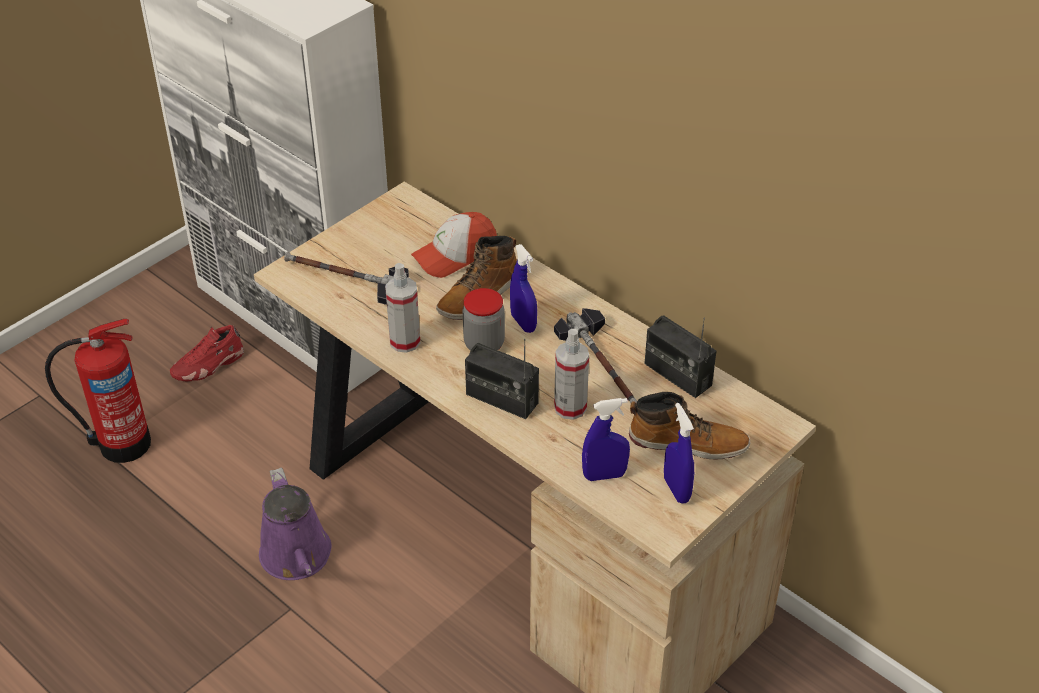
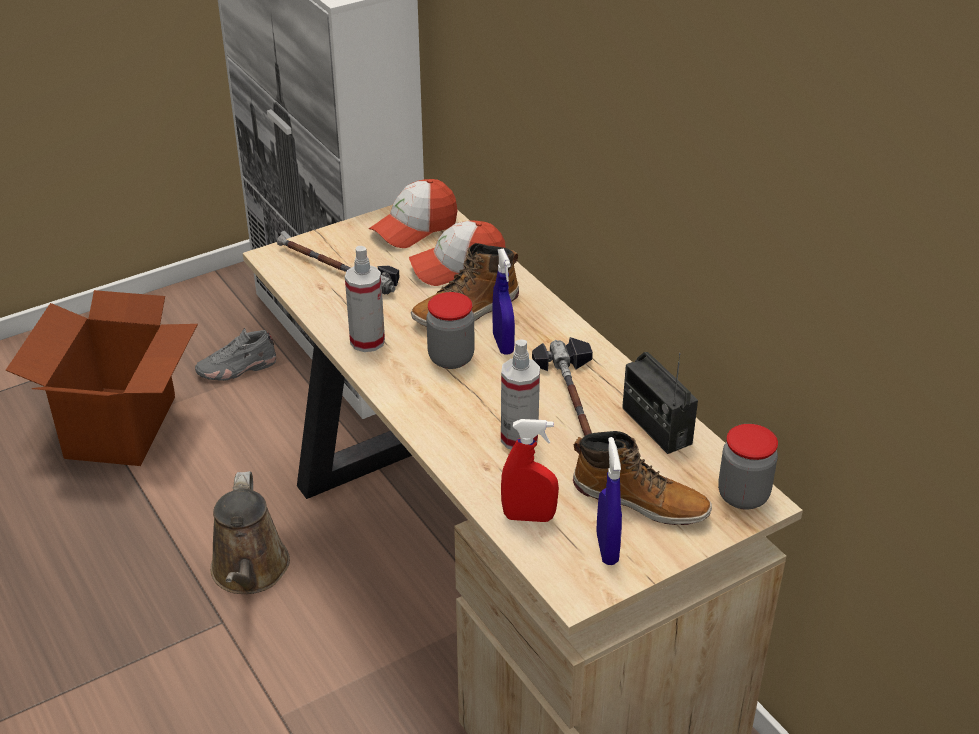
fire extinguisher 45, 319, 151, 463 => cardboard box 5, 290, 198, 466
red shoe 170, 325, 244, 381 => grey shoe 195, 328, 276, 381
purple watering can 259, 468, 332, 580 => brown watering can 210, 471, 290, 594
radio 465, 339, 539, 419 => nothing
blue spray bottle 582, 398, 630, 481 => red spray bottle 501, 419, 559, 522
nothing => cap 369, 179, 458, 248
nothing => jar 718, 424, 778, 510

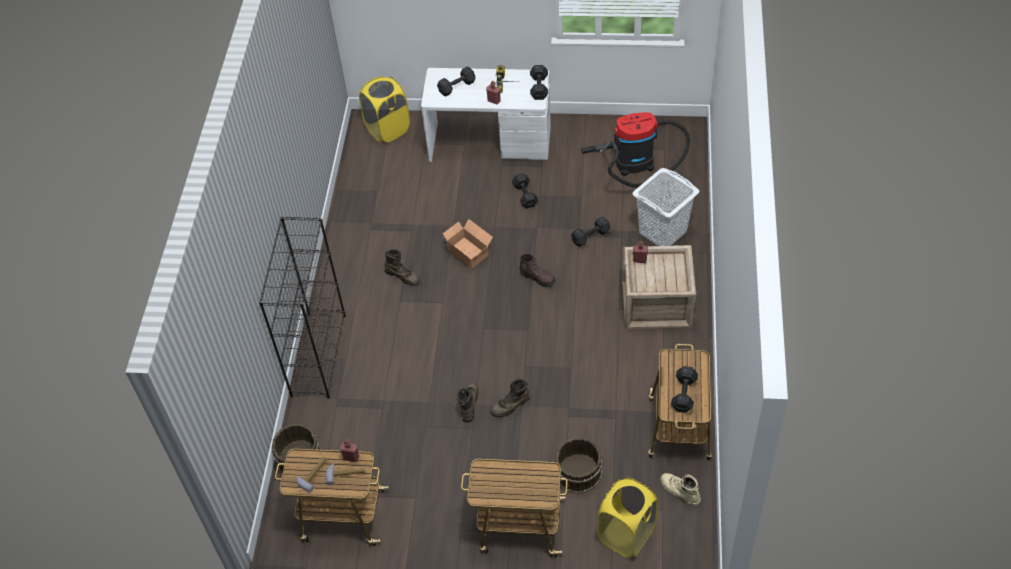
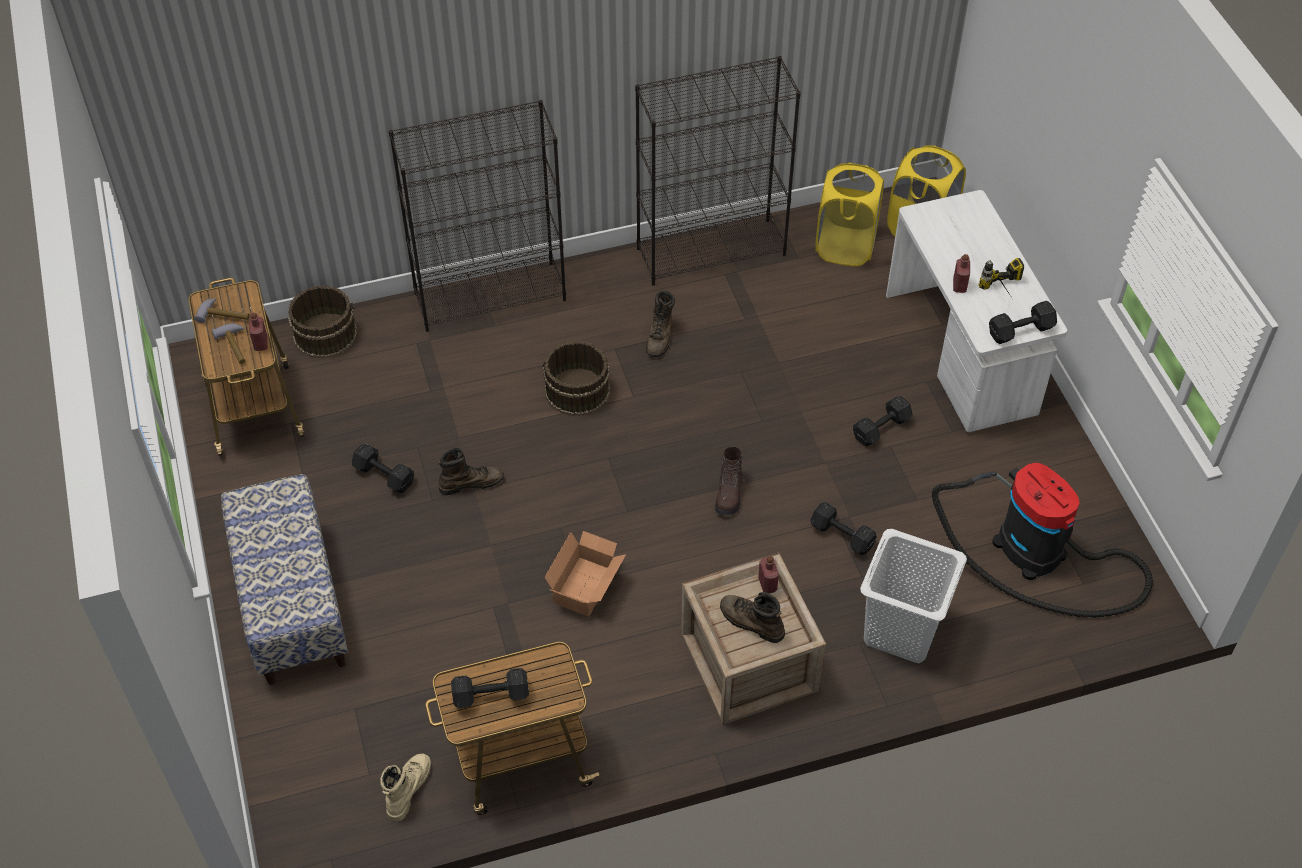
black dumbbell 437, 66, 476, 97 => black dumbbell 352, 443, 414, 493, moved
cardboard box 443, 219, 493, 269 => cardboard box 544, 531, 626, 616, moved
cart 461, 459, 568, 557 => bench 221, 474, 348, 685
brown boot 490, 379, 530, 417 => brown boot 720, 592, 785, 643, moved
brown bucket 554, 437, 603, 494 => brown bucket 543, 341, 610, 416, moved
yellow laundry basket 597, 478, 658, 558 => yellow laundry basket 815, 163, 884, 266, moved
nothing => black bookcase 635, 56, 801, 286

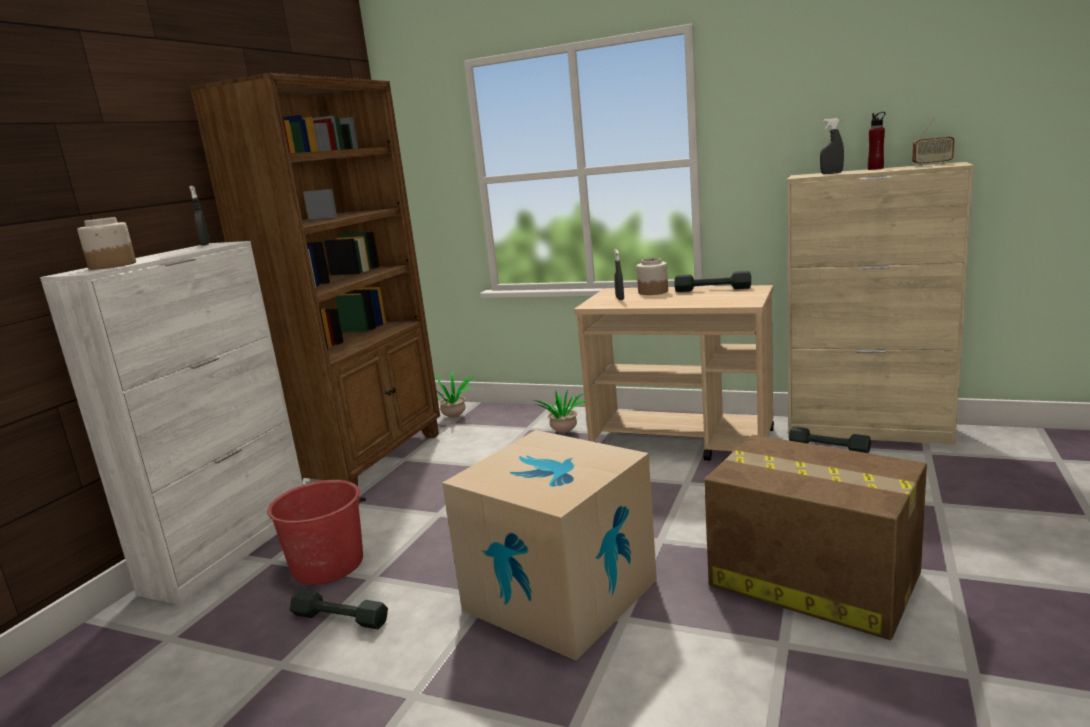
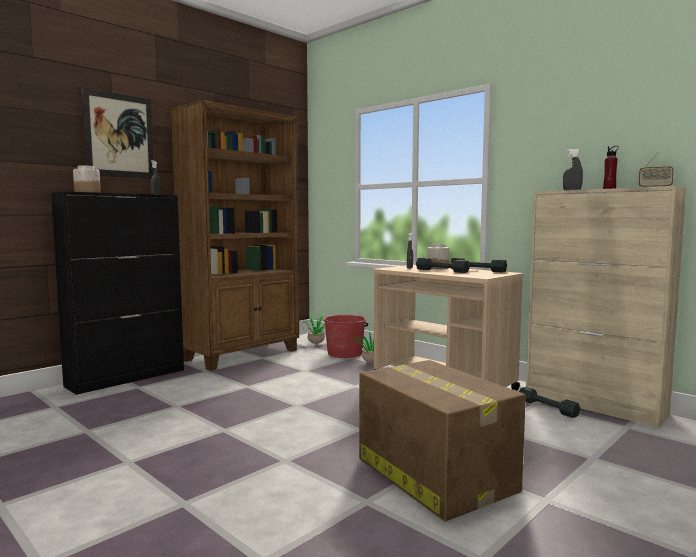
white cabinet 40, 241, 303, 605 => black cabinet 51, 192, 184, 395
red bucket 267, 480, 366, 584 => red bucket 323, 315, 368, 358, moved
grey dumbbell 290, 589, 388, 629 => grey dumbbell 416, 258, 470, 273, moved
cardboard box 442, 430, 657, 661 => nothing
nothing => picture 82, 88, 154, 179

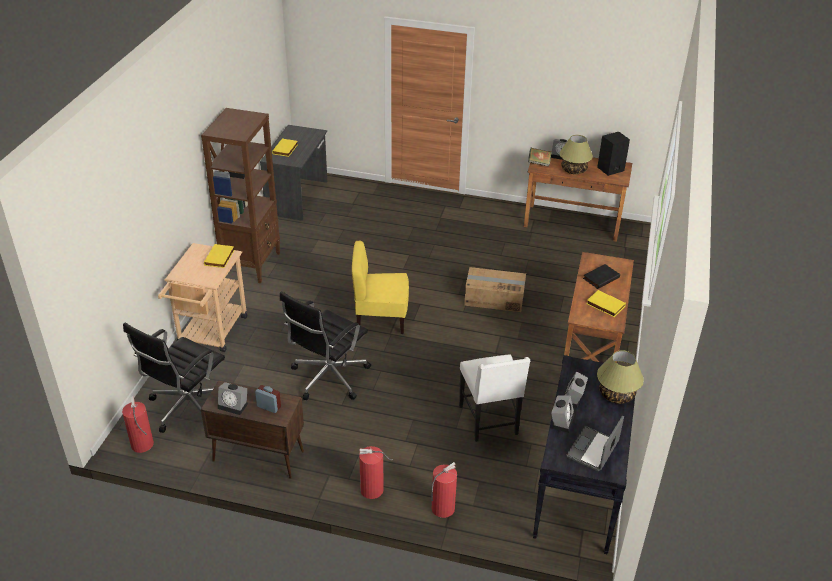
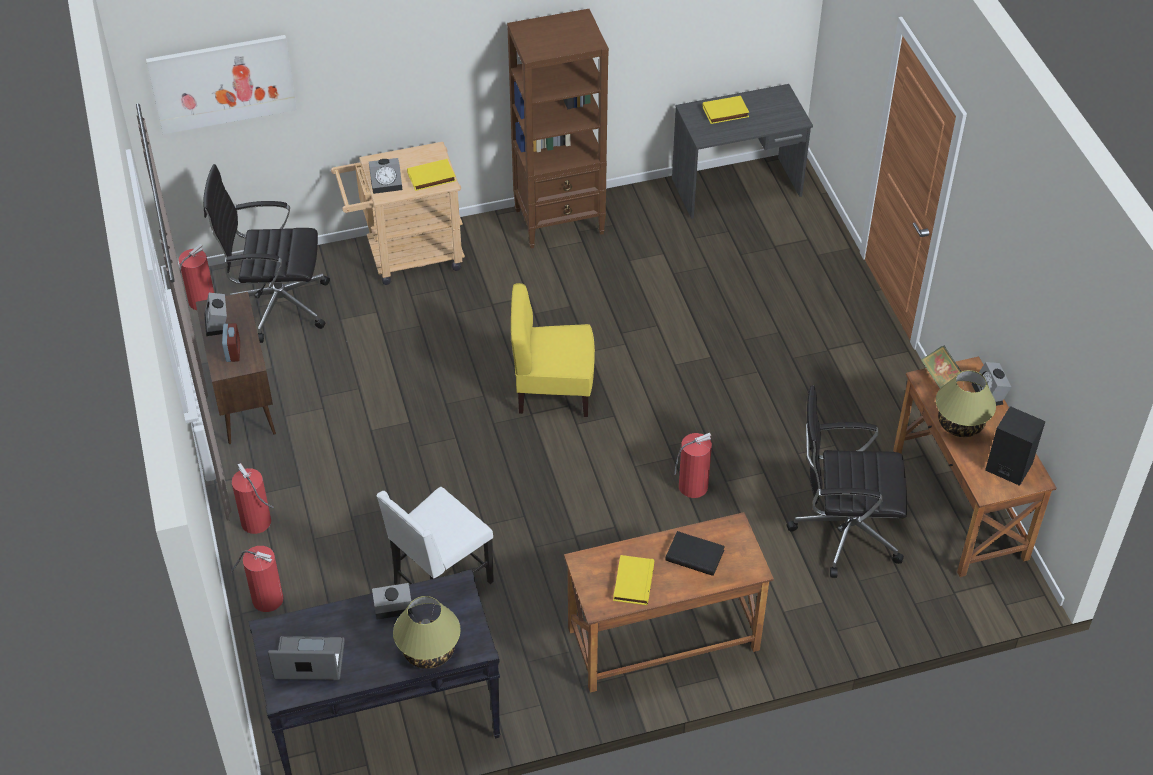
black office chair 280, 291, 371, 400 => black office chair 786, 385, 907, 578, moved
yellow chair 352, 241, 409, 334 => yellow chair 511, 283, 595, 417, 60 degrees counterclockwise
cardboard box 464, 267, 526, 312 => fire extinguisher 674, 433, 712, 498
alarm clock 551, 395, 575, 433 => alarm clock 369, 158, 402, 194, moved
nothing => picture 146, 35, 297, 134

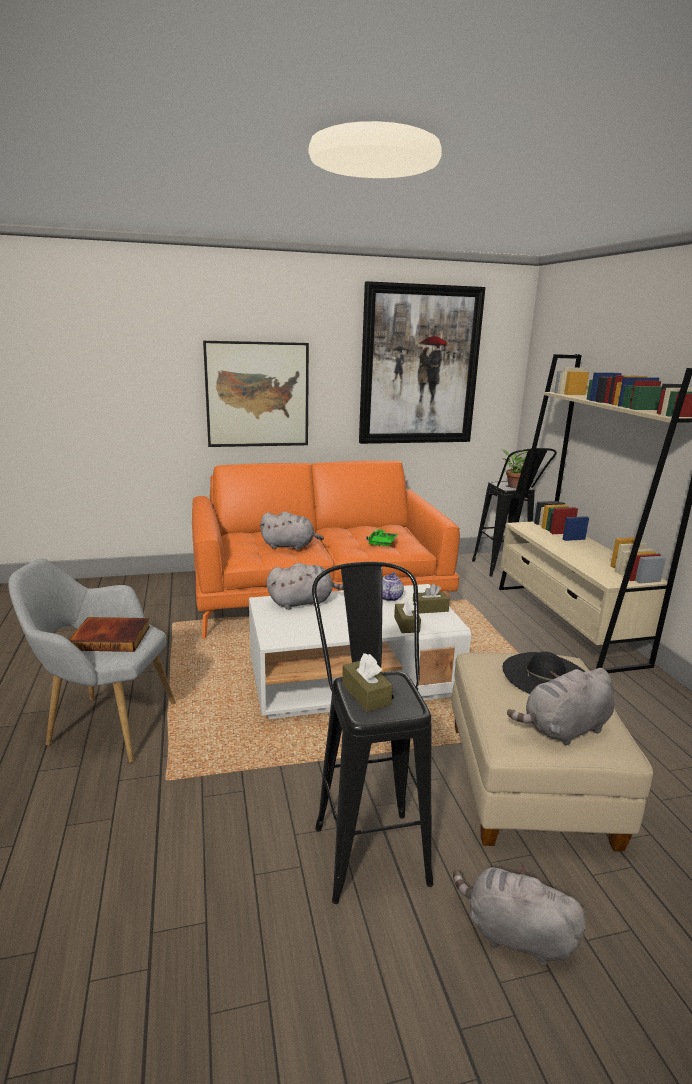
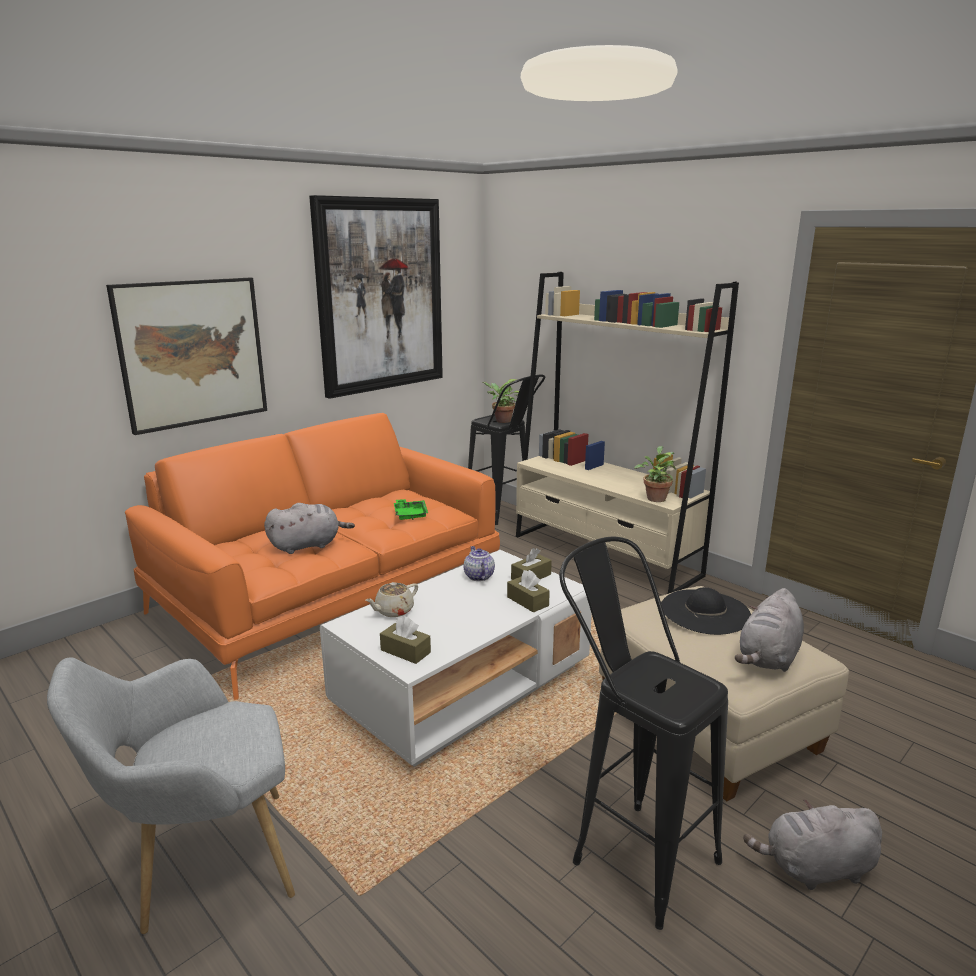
book 69, 617, 150, 652 => nothing
grey plush toy 267, 563, 343, 610 => beige teapot 365, 582, 418, 617
brown tissue box 342, 653, 393, 712 => brown tissue box 380, 616, 431, 664, moved
nothing => potted plant 634, 446, 676, 502

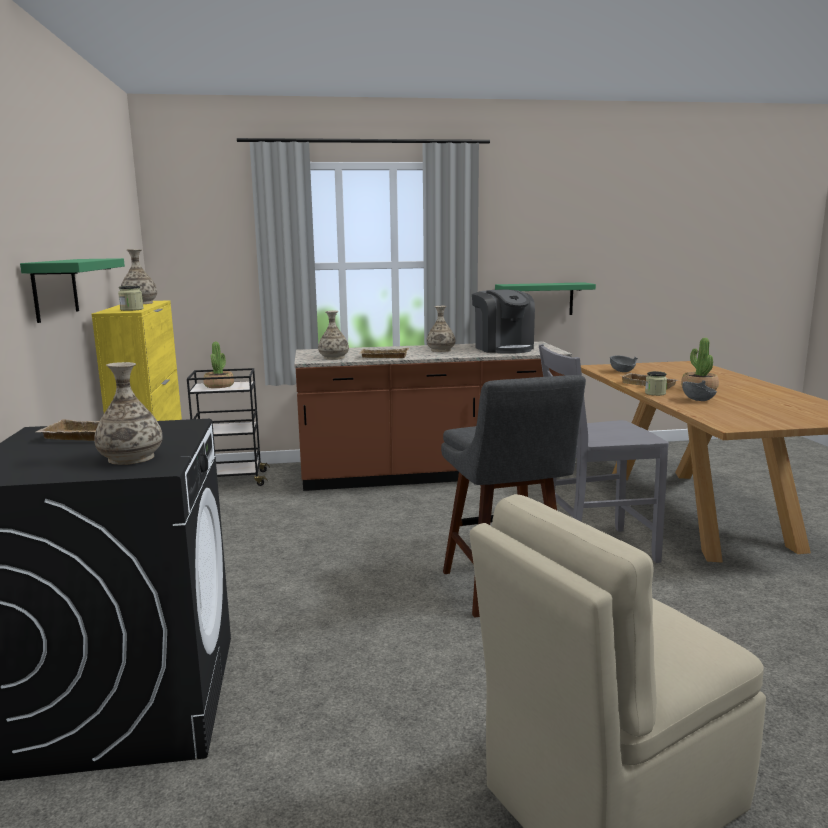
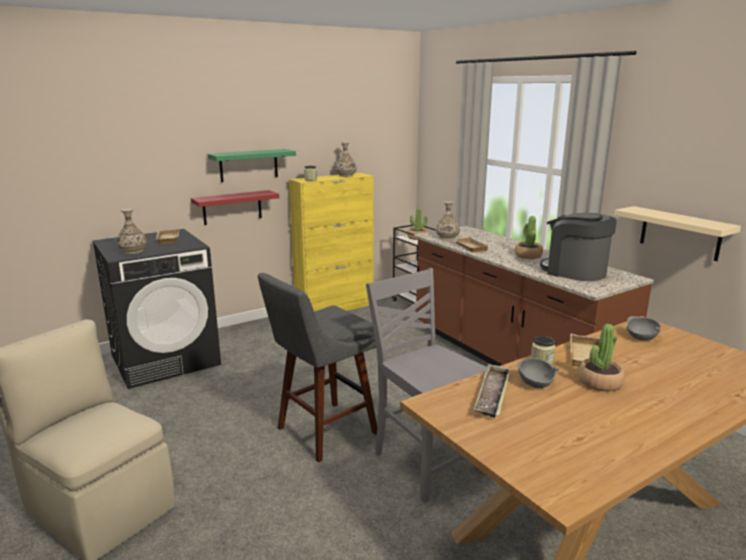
vase 426, 306, 455, 352 => potted plant 514, 216, 543, 259
coffee machine 472, 290, 535, 354 => coffee machine 540, 213, 617, 281, 90 degrees clockwise
green shelf 495, 282, 596, 315 => beige shelf 614, 206, 741, 261
nothing => red shelf 191, 190, 279, 225
nothing => tray 474, 363, 510, 418

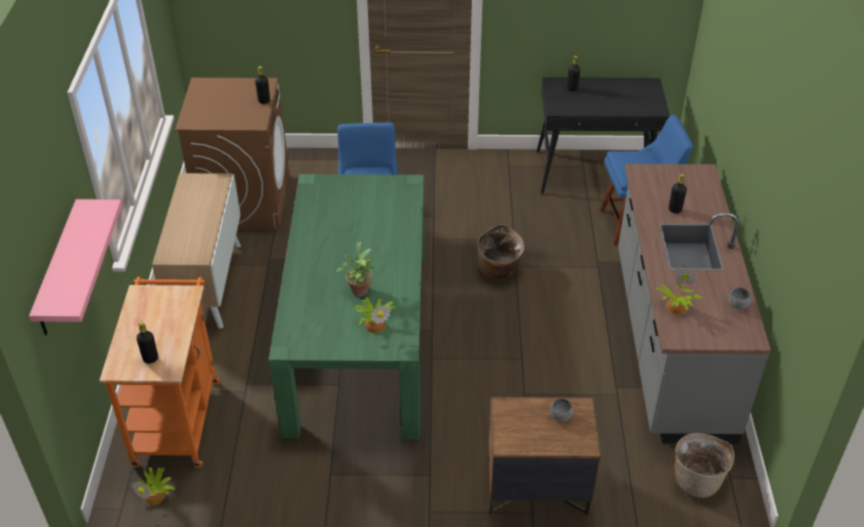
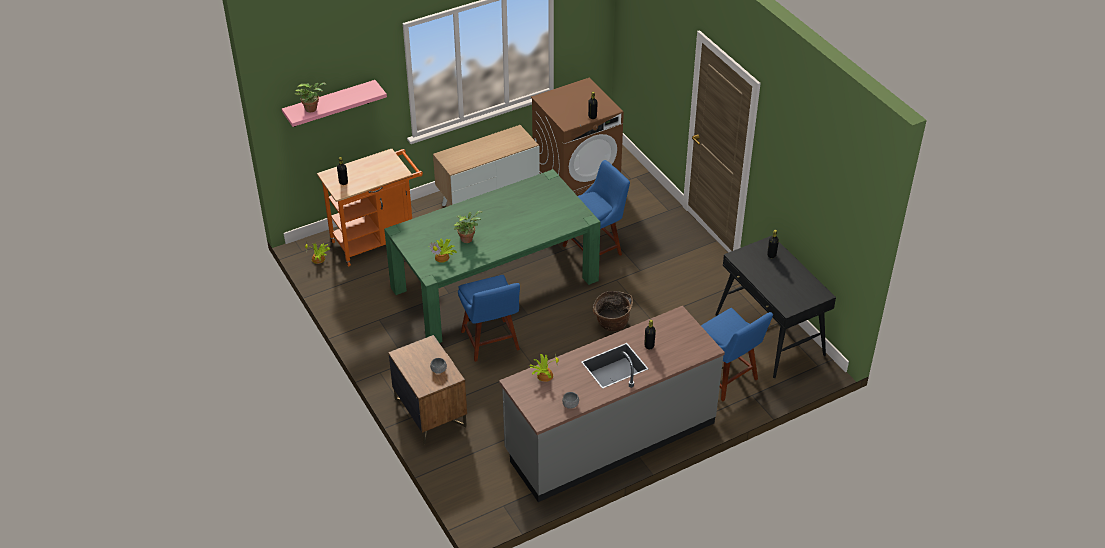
basket 675, 433, 735, 498 => nothing
nothing => potted plant 294, 83, 327, 112
nothing => blue chair 458, 275, 520, 362

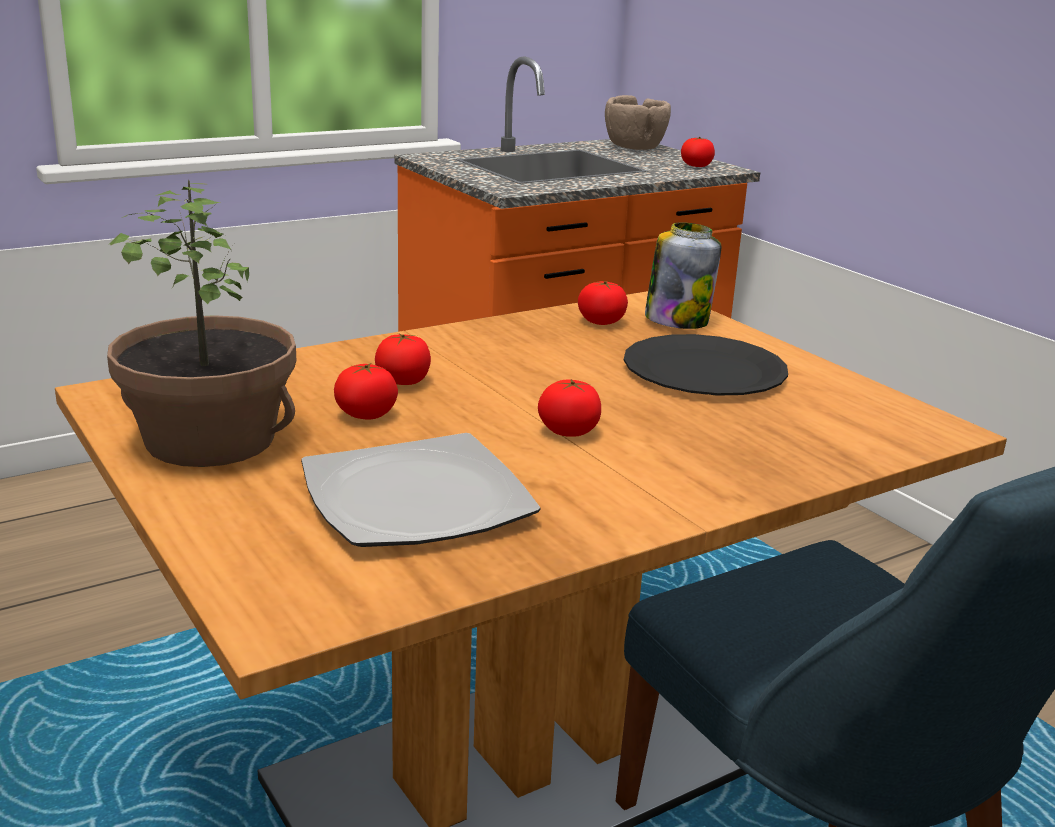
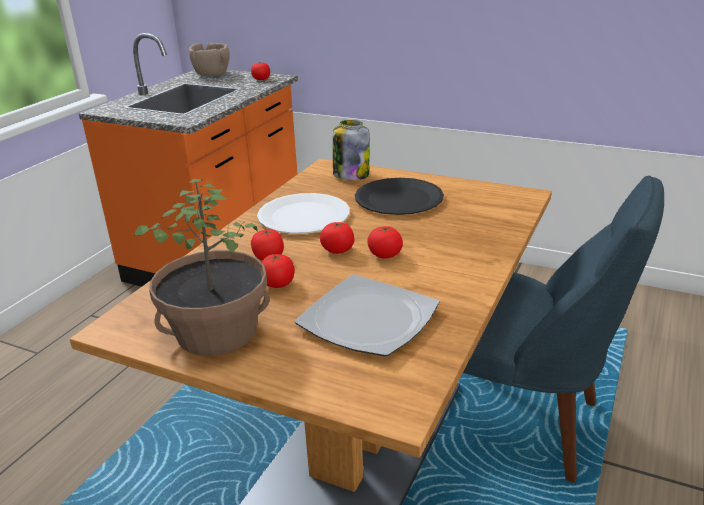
tomato 578, 281, 628, 325 => tomato 320, 222, 355, 254, moved
nothing => white plate 257, 193, 350, 234

